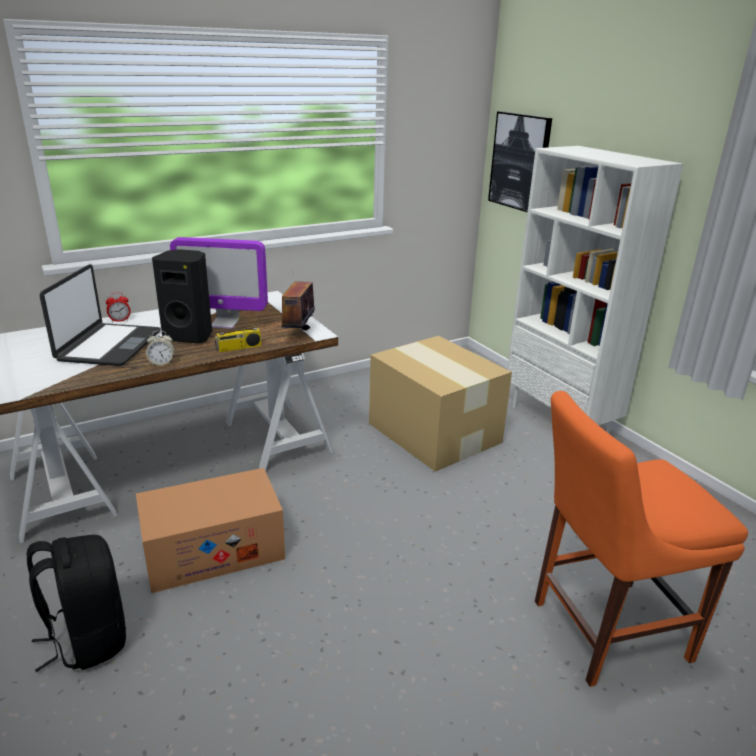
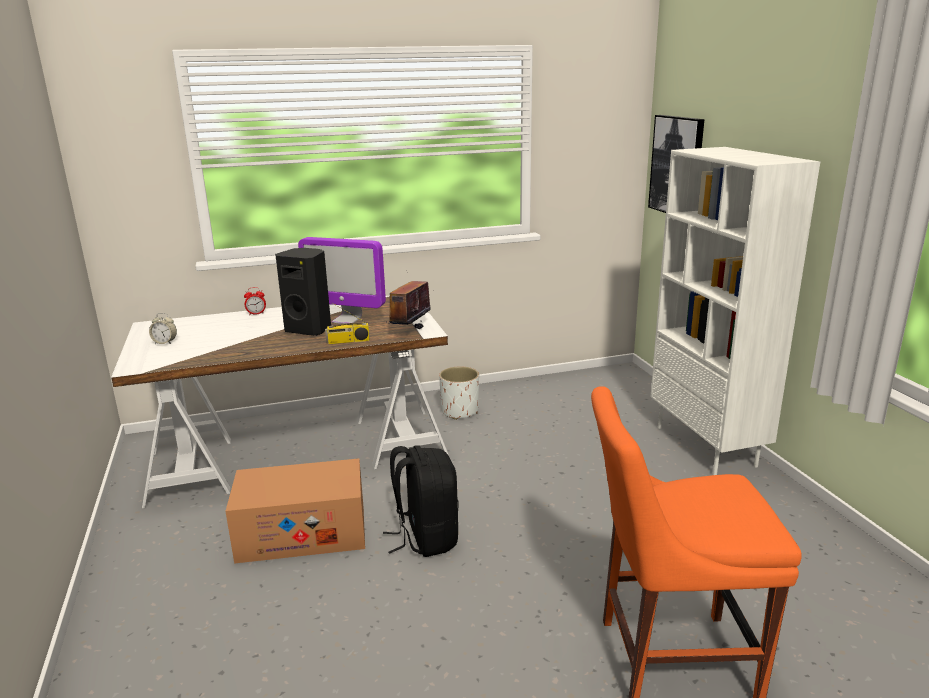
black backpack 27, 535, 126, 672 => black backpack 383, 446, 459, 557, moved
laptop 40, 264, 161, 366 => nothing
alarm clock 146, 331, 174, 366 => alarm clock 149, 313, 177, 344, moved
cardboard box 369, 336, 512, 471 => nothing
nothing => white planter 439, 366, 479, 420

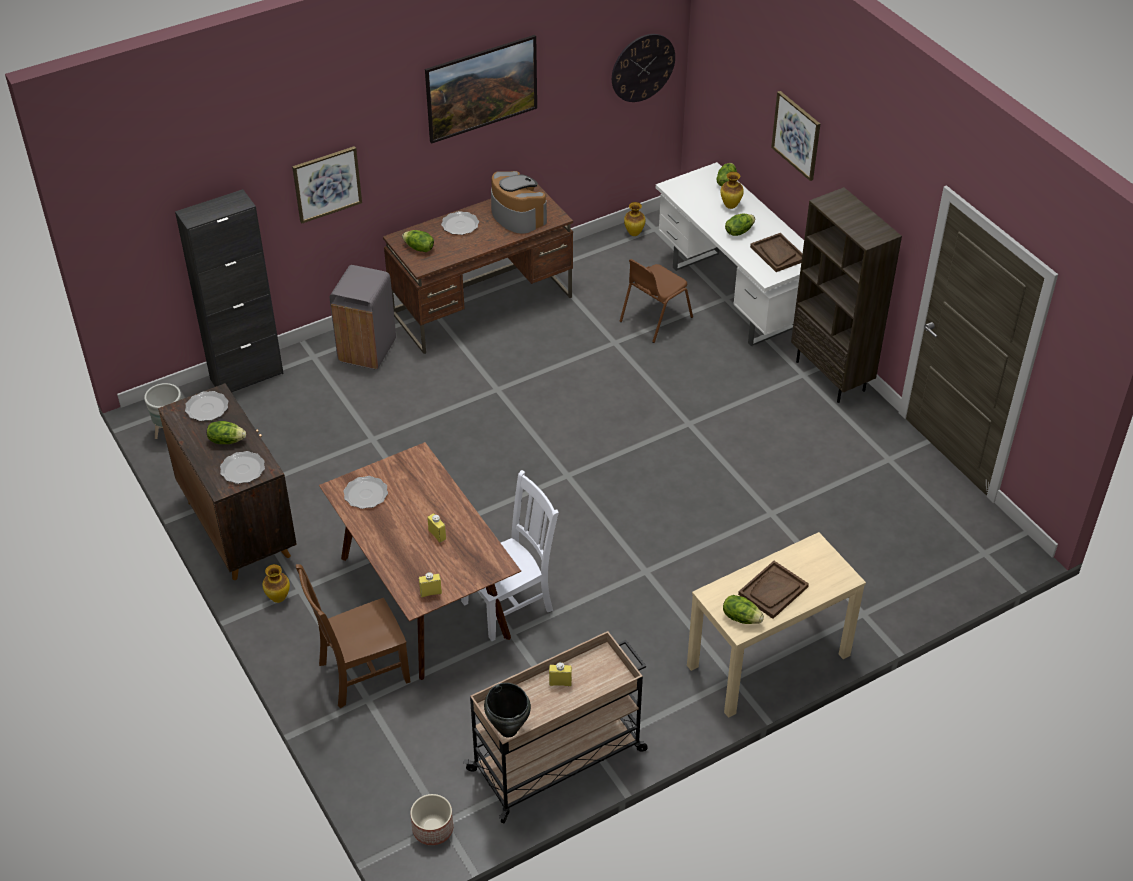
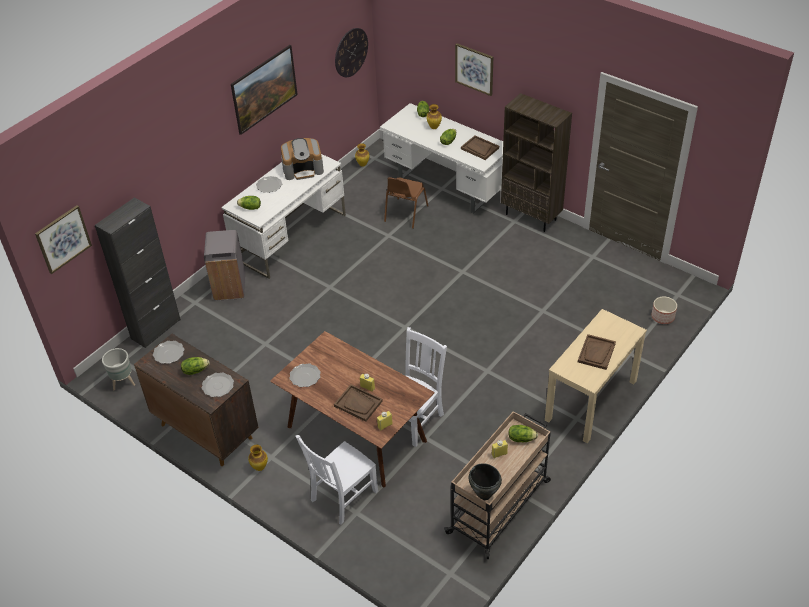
picture 292, 146, 362, 223 => picture 35, 205, 92, 274, moved
brown chair 296, 564, 410, 708 => white chair 296, 435, 378, 525
brown desk 383, 185, 573, 354 => white desk 221, 154, 346, 279
planter 410, 794, 453, 845 => planter 651, 297, 677, 324, moved
coffee machine 491, 171, 547, 234 => coffee machine 281, 138, 324, 180, 135 degrees clockwise
lettuce 723, 595, 764, 624 => lettuce 508, 425, 538, 442, moved
nothing => brown tray 334, 384, 383, 422

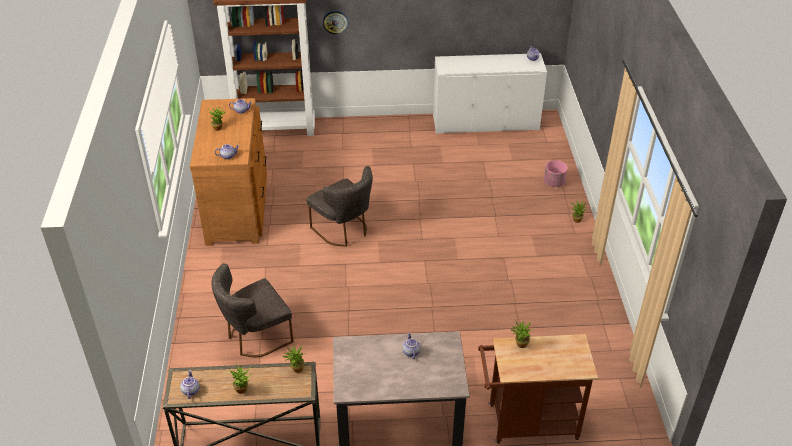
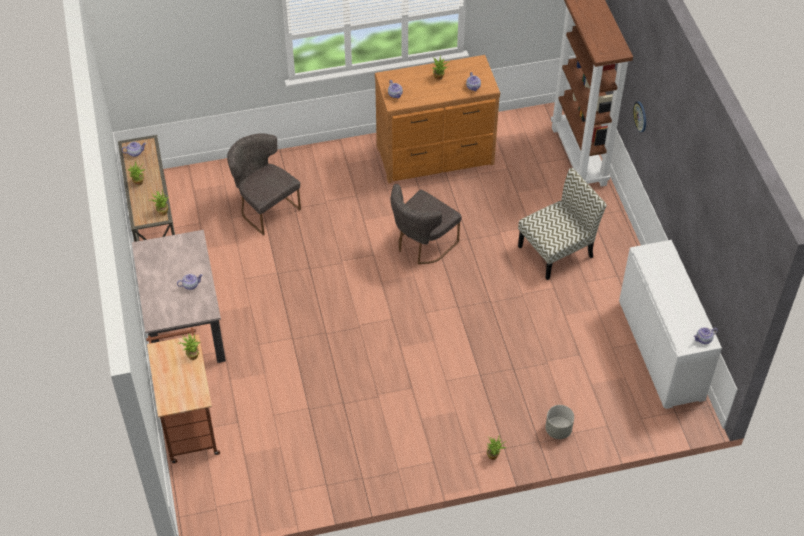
pink planter 544, 160, 567, 187 => grey planter 545, 405, 574, 439
nothing => chair 518, 168, 607, 280

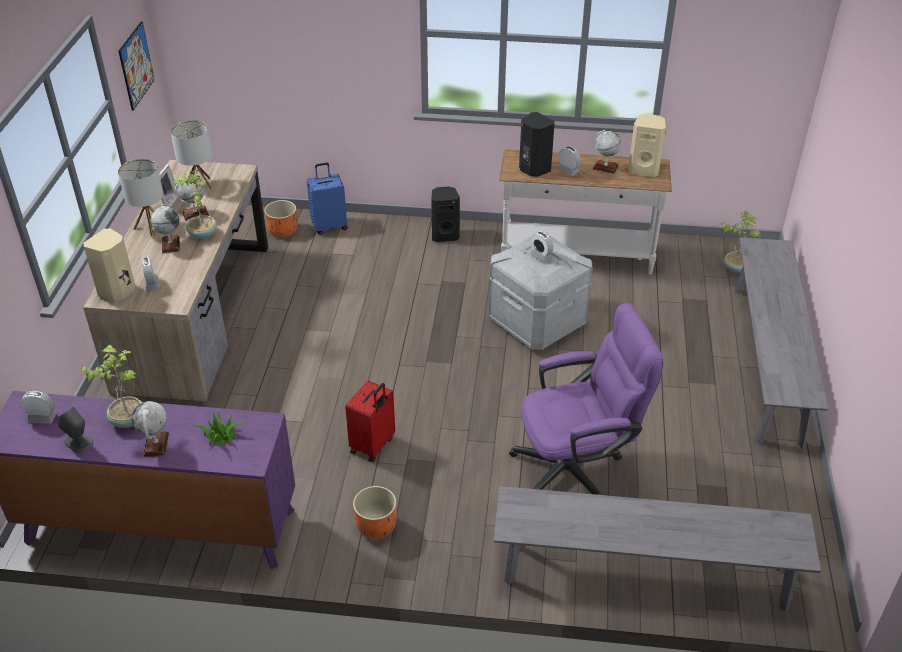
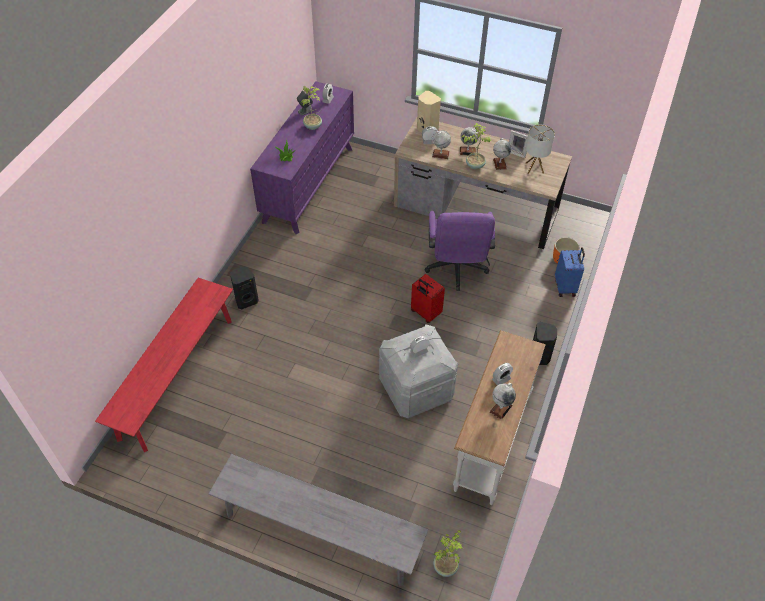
table lamp 118, 159, 163, 236 => nothing
picture 119, 21, 155, 111 => nothing
globe 131, 401, 169, 457 => globe 432, 130, 451, 159, moved
red suitcase 345, 381, 395, 462 => red suitcase 411, 274, 445, 323, moved
orange planter 353, 486, 397, 539 => nothing
grey bench 494, 486, 821, 612 => red bench 95, 278, 233, 452
purple office chair 509, 303, 664, 495 => purple office chair 425, 211, 495, 291, moved
black speaker 519, 112, 555, 177 => black speaker 230, 267, 259, 309, moved
beige speaker 628, 114, 666, 177 => nothing

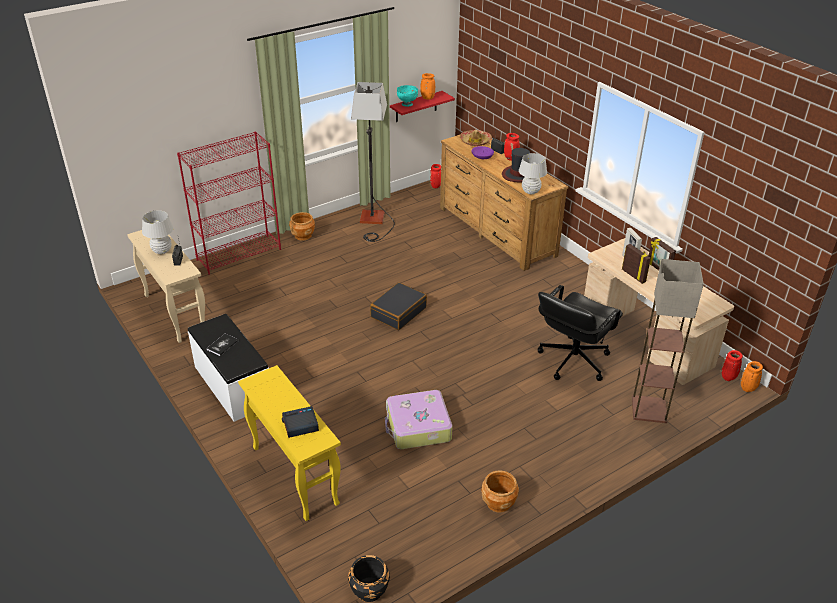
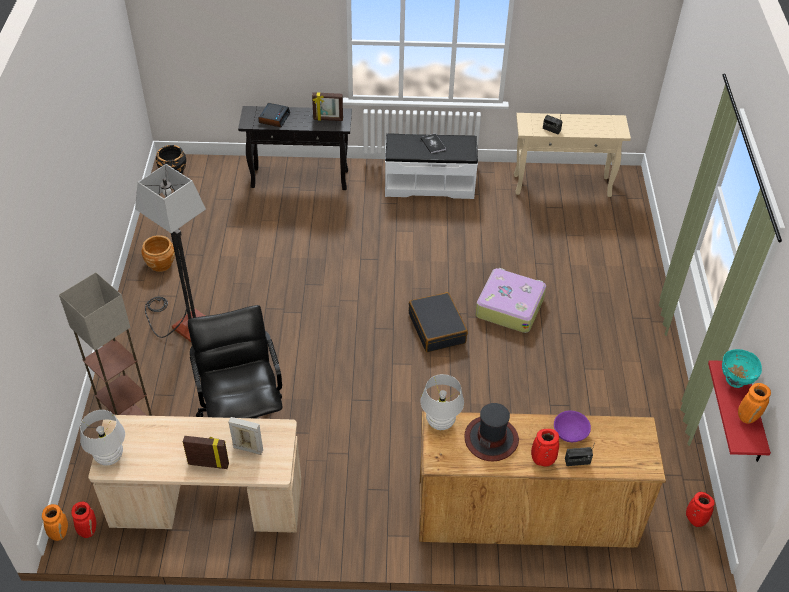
white table lamp 142, 210, 174, 254 => white table lamp 80, 410, 125, 465, moved
red bookcase 177, 132, 281, 275 => nothing
yellow console table 238, 365, 341, 521 => black console table 238, 106, 352, 190
brown planter 289, 212, 315, 240 => nothing
floor lamp 351, 82, 395, 242 => floor lamp 135, 164, 206, 342, moved
suitcase 385, 390, 453, 449 => suitcase 475, 268, 546, 333, moved
hat 460, 130, 492, 146 => nothing
picture frame 622, 244, 651, 284 => picture frame 312, 92, 343, 121, moved

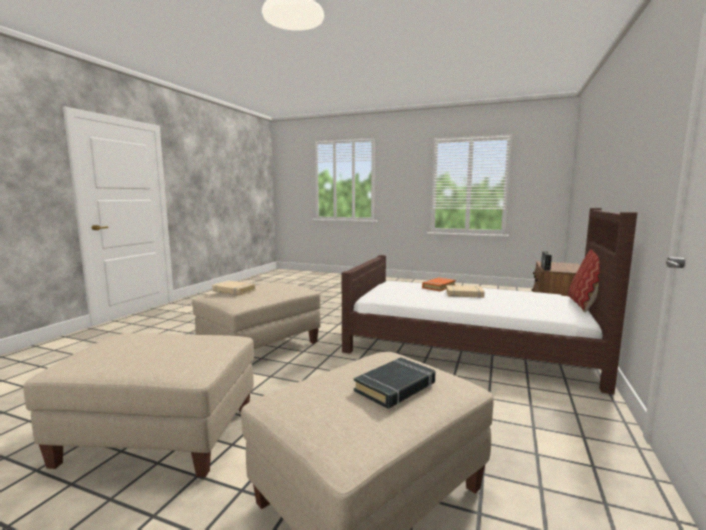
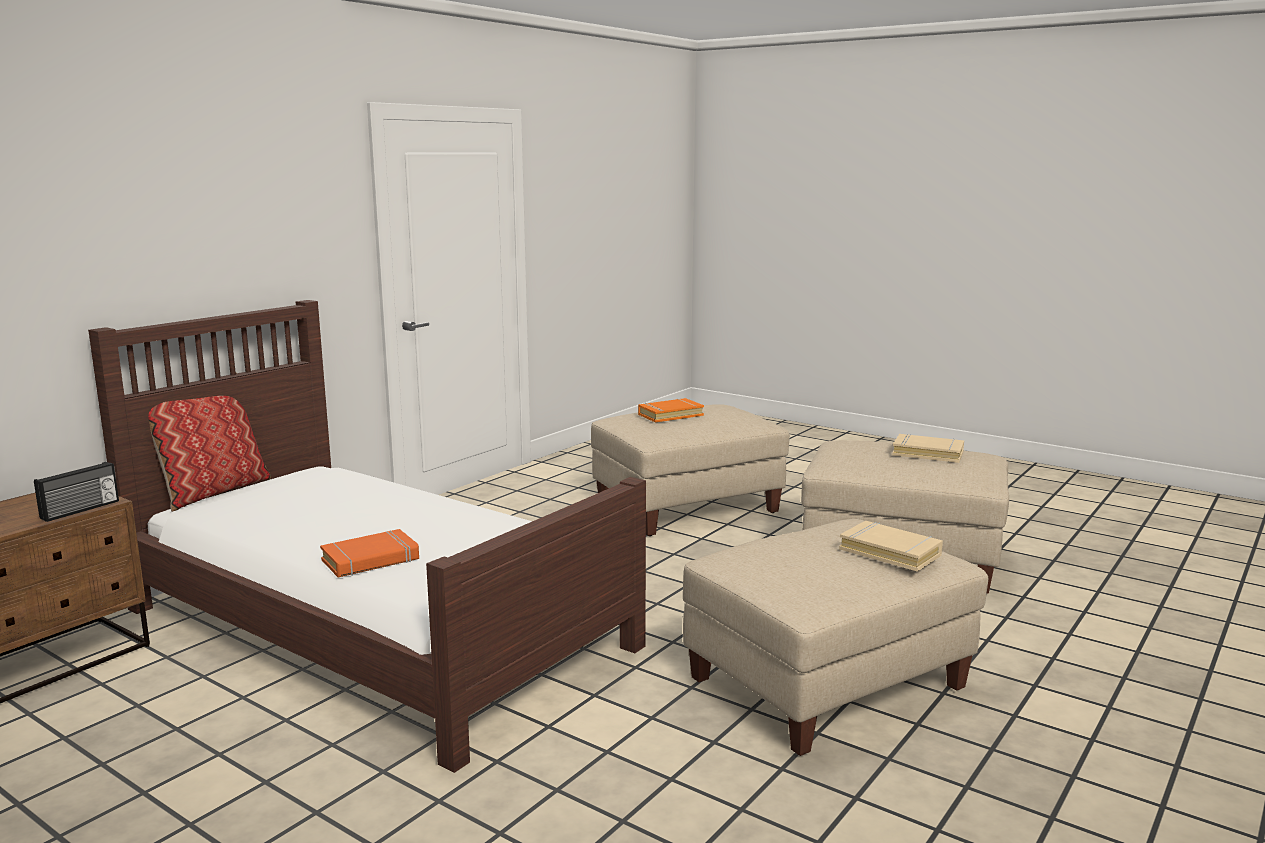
black book 354, 358, 435, 409 => orange book 638, 398, 704, 423
beige book 446, 285, 485, 298 => beige book 892, 434, 964, 463, moved

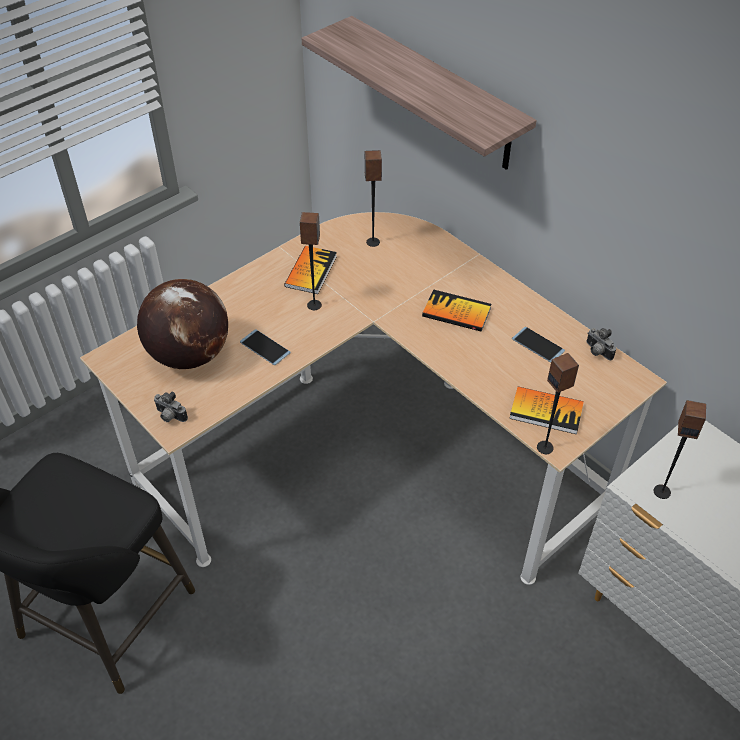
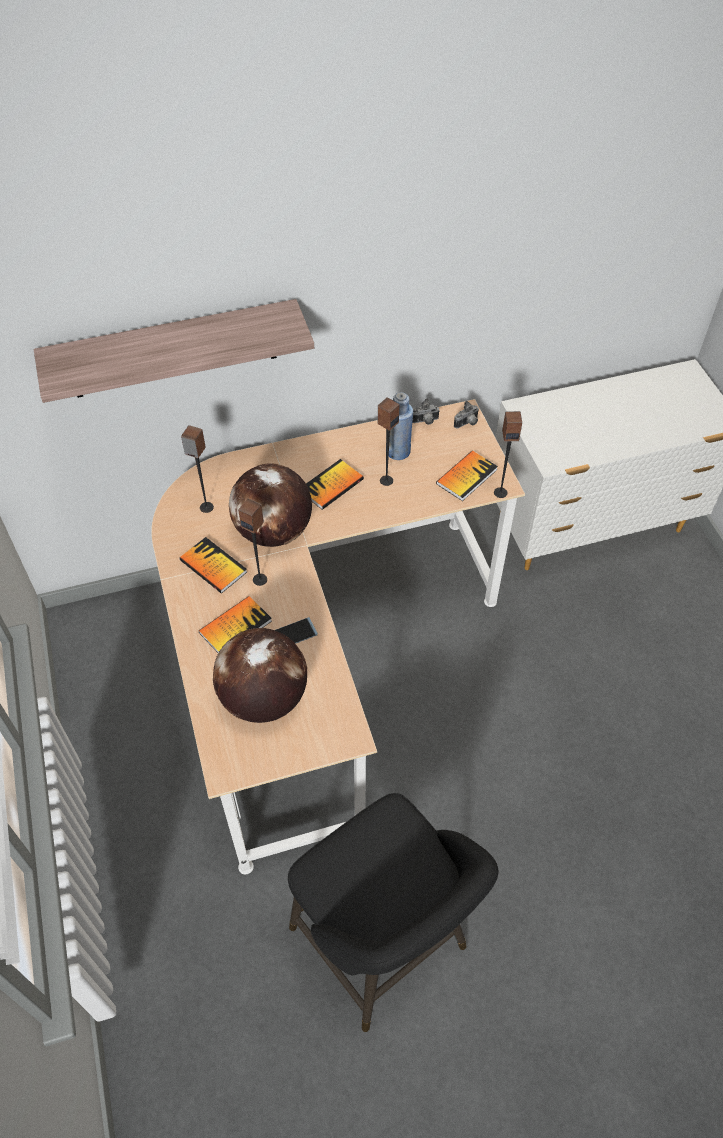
photo camera 154, 391, 188, 422 => photo camera 454, 401, 479, 429, moved
phone 512, 327, 565, 363 => blue bottle 389, 392, 413, 460
speaker 654, 400, 706, 499 => speaker 377, 397, 400, 486, moved
nothing => book 199, 596, 272, 653
nothing => globe 229, 463, 312, 547

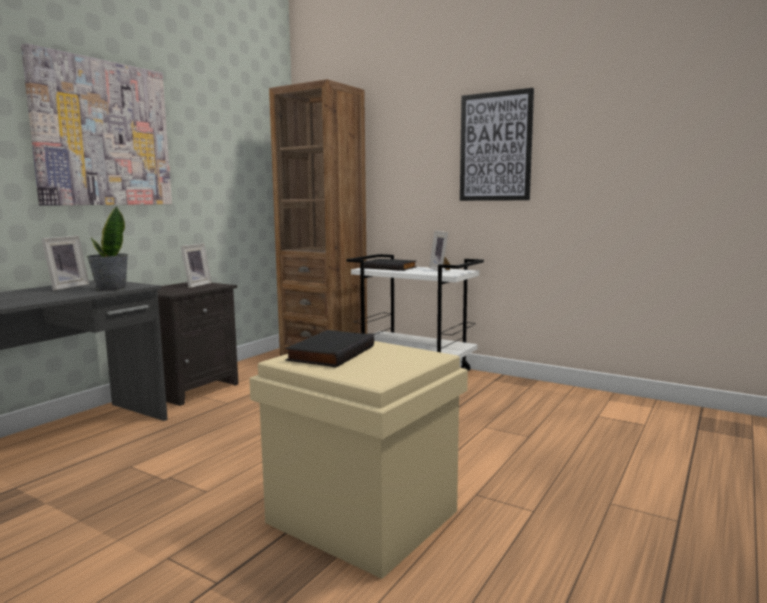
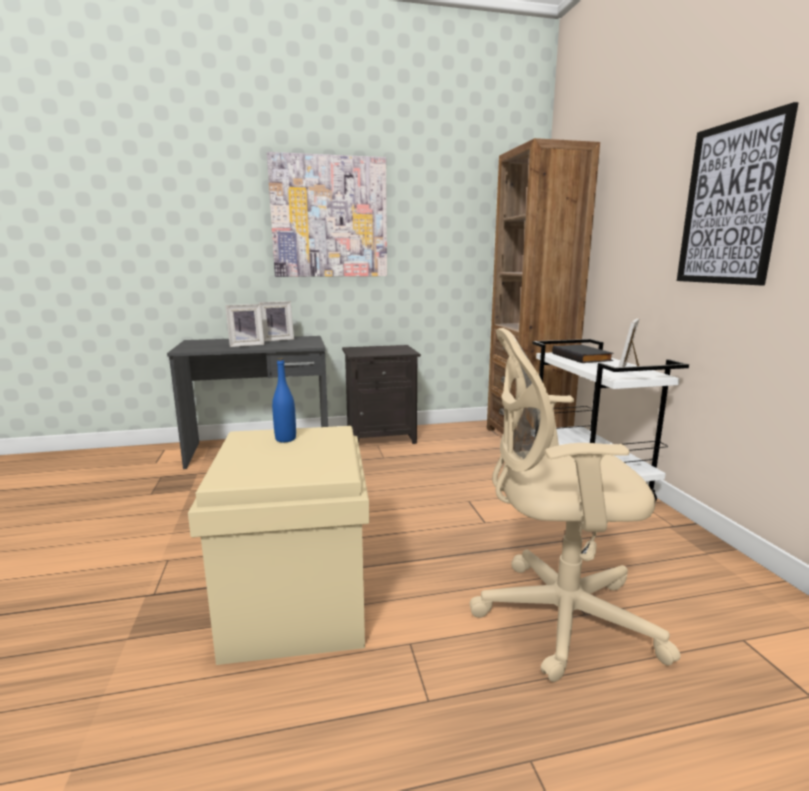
potted plant 87, 206, 128, 291 => nothing
picture frame 181, 243, 212, 288 => picture frame 225, 304, 264, 347, moved
black book 285, 330, 374, 367 => blue bottle 272, 358, 296, 442
nothing => beige office chair 470, 328, 681, 682

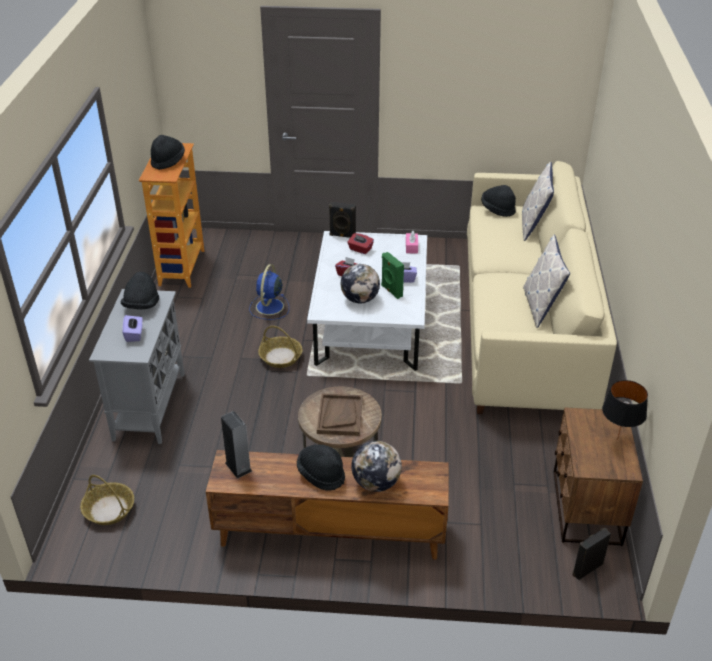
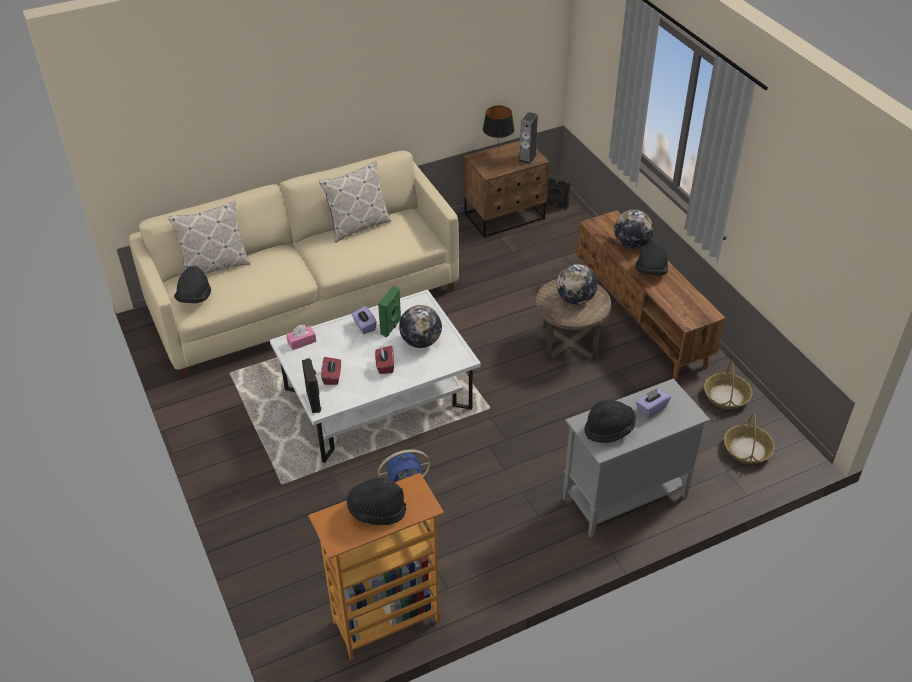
speaker 221, 411, 252, 479 => speaker 518, 112, 538, 164, moved
basket 258, 326, 303, 368 => basket 704, 361, 752, 409, moved
brown tray 317, 393, 363, 436 => globe 557, 264, 597, 305

